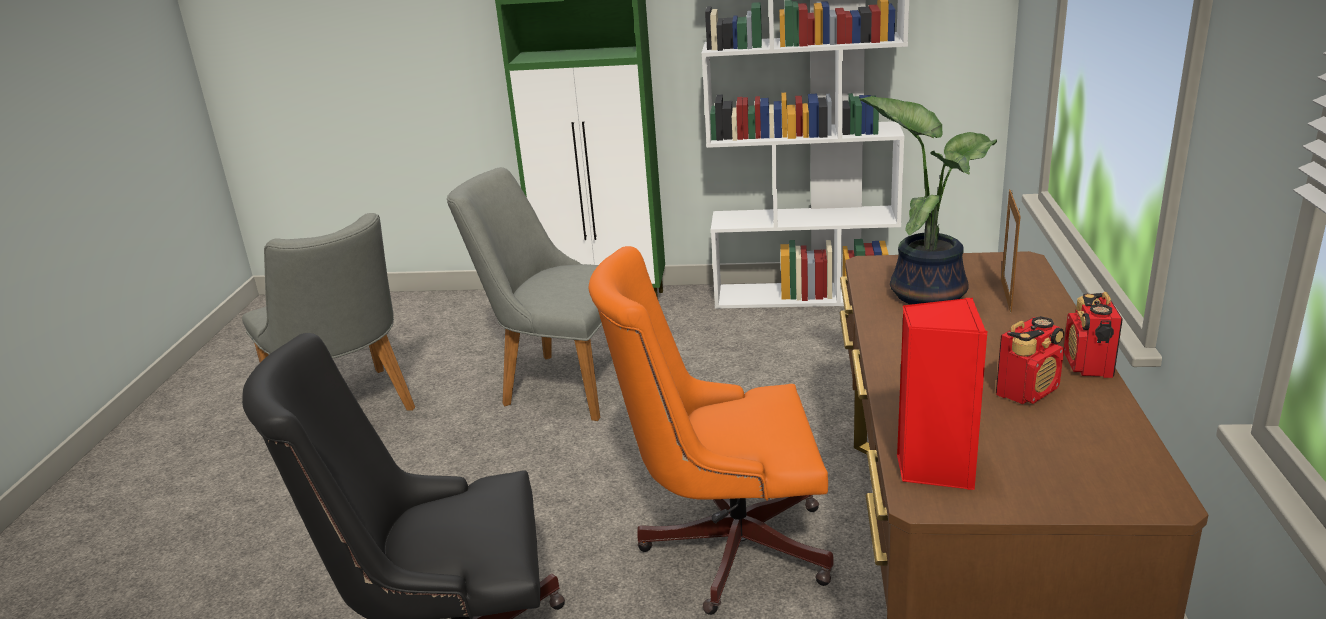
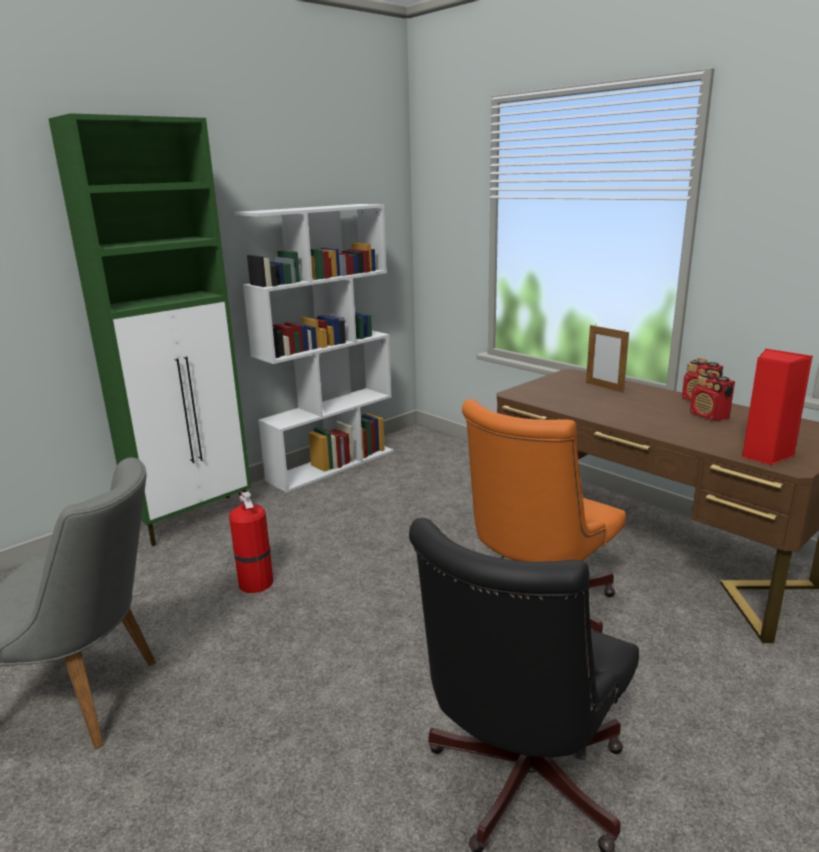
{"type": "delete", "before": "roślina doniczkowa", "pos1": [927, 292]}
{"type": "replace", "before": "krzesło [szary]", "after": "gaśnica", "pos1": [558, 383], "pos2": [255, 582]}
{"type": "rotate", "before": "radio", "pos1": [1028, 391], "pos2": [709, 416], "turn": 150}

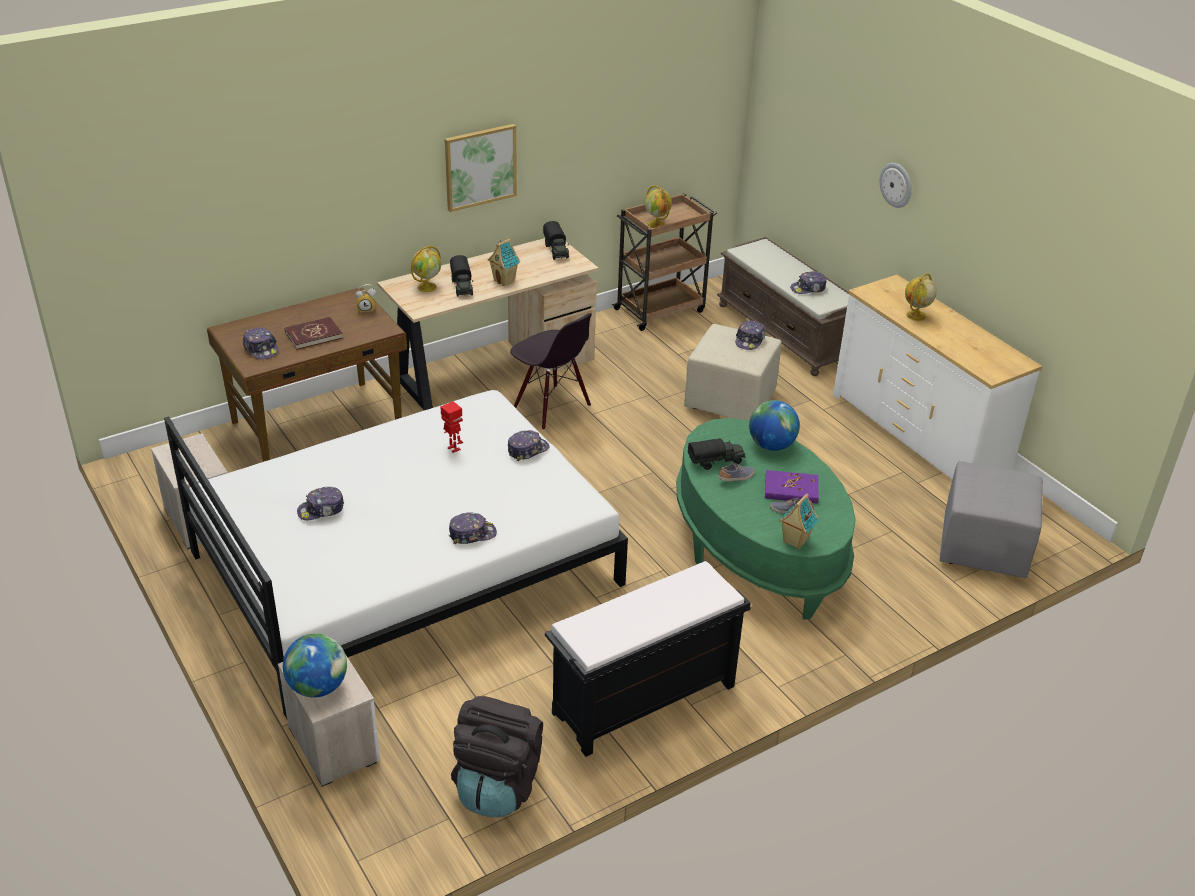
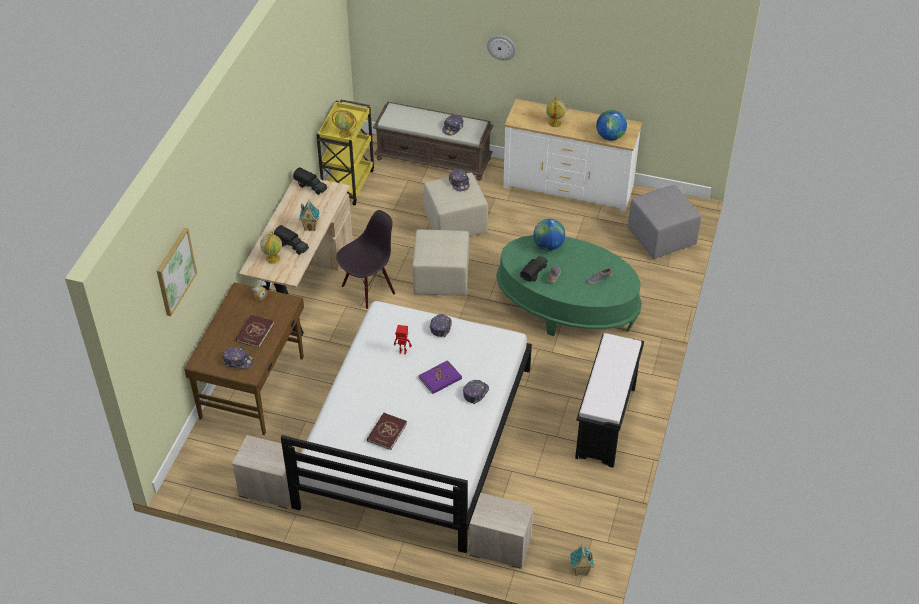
{"type": "move", "before": "obraz", "pos1": [480, 167], "pos2": [175, 271]}
{"type": "recolor", "before": "wózek [brązowy]", "after": "wózek [żółty]", "pos1": [660, 310], "pos2": [348, 183]}
{"type": "rotate", "before": "krzesło [czarny]", "pos1": [551, 407], "pos2": [368, 289], "turn": -45}
{"type": "move", "before": "książka [fioletowy]", "pos1": [791, 489], "pos2": [440, 378]}
{"type": "replace", "before": "czapka z daszkiem", "after": "książka [czerwony]", "pos1": [321, 510], "pos2": [387, 432]}
{"type": "move", "before": "domek", "pos1": [794, 541], "pos2": [580, 570]}
{"type": "move", "before": "globus", "pos1": [318, 687], "pos2": [610, 137]}
{"type": "delete", "before": "plecak [czarny]", "pos1": [498, 785]}
{"type": "insert", "after": "pufa [beżowy]", "pos2": [442, 279]}

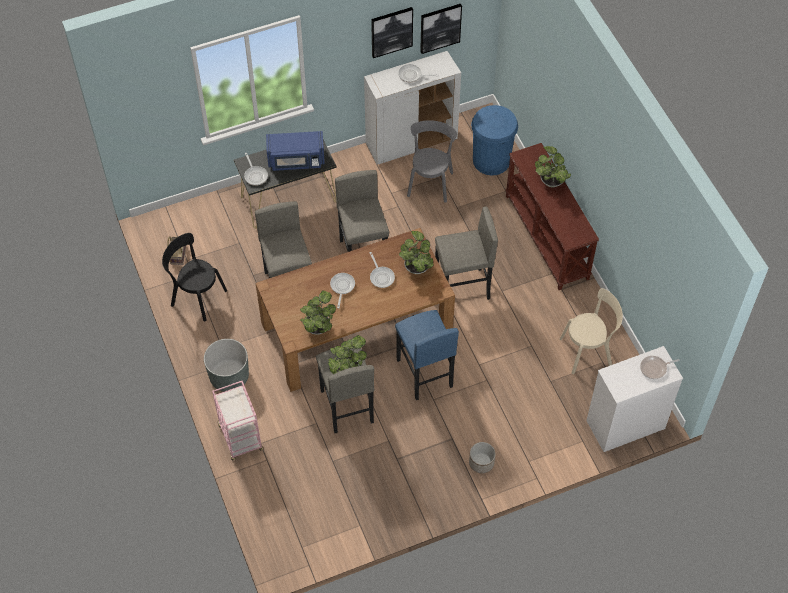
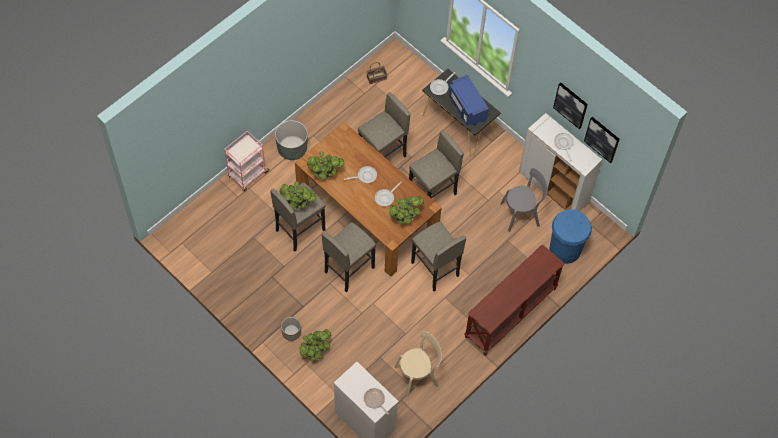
{"type": "move", "before": "roślina doniczkowa", "pos1": [551, 181], "pos2": [315, 351]}
{"type": "delete", "before": "krzesło [czarny]", "pos1": [196, 296]}
{"type": "rotate", "before": "krzesło [beżowy]", "pos1": [588, 351], "pos2": [418, 375], "turn": -75}
{"type": "recolor", "before": "stołek [niebieski]", "after": "stołek [szary]", "pos1": [424, 373], "pos2": [349, 269]}

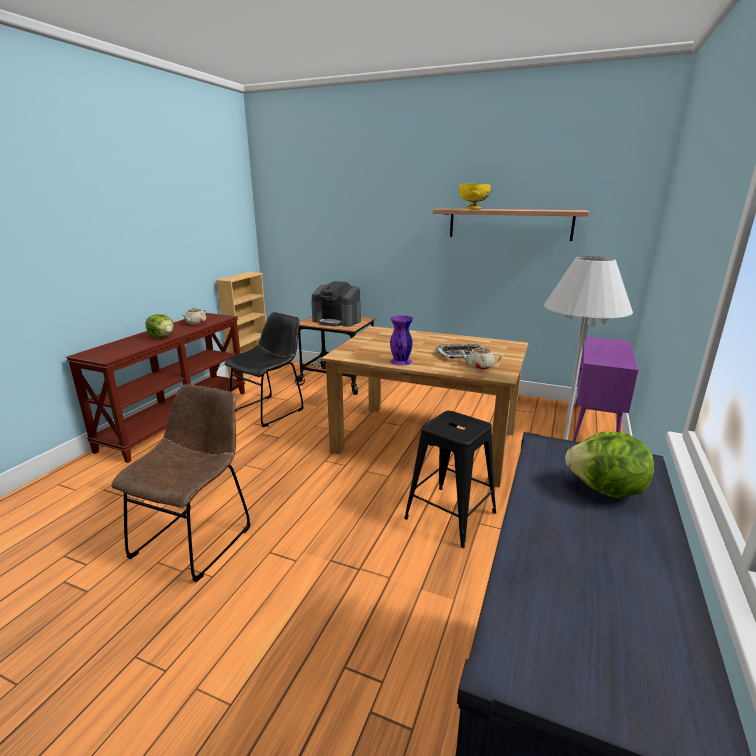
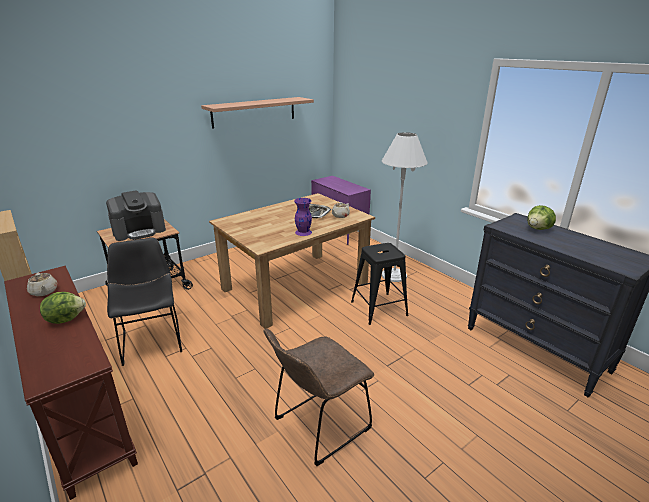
{"type": "delete", "before": "miska [żółty]", "pos1": [473, 209]}
{"type": "rotate", "before": "krzesło [brązowy]", "pos1": [196, 538], "pos2": [318, 426], "turn": -90}

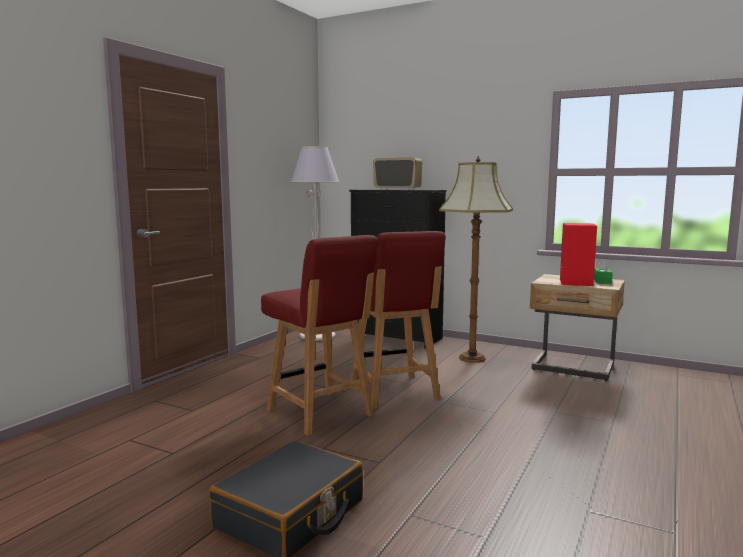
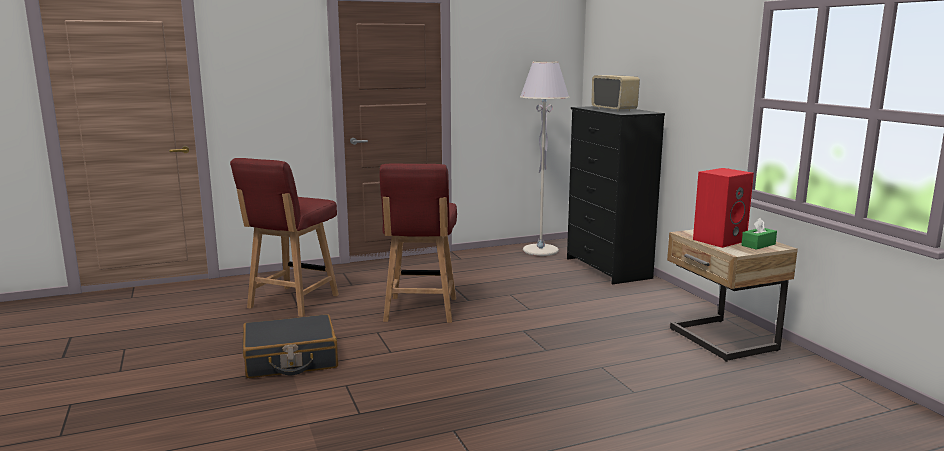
{"type": "delete", "before": "lampa stojąca", "pos1": [471, 358]}
{"type": "move", "before": "krzesło [czerwony]", "pos1": [394, 392], "pos2": [292, 302]}

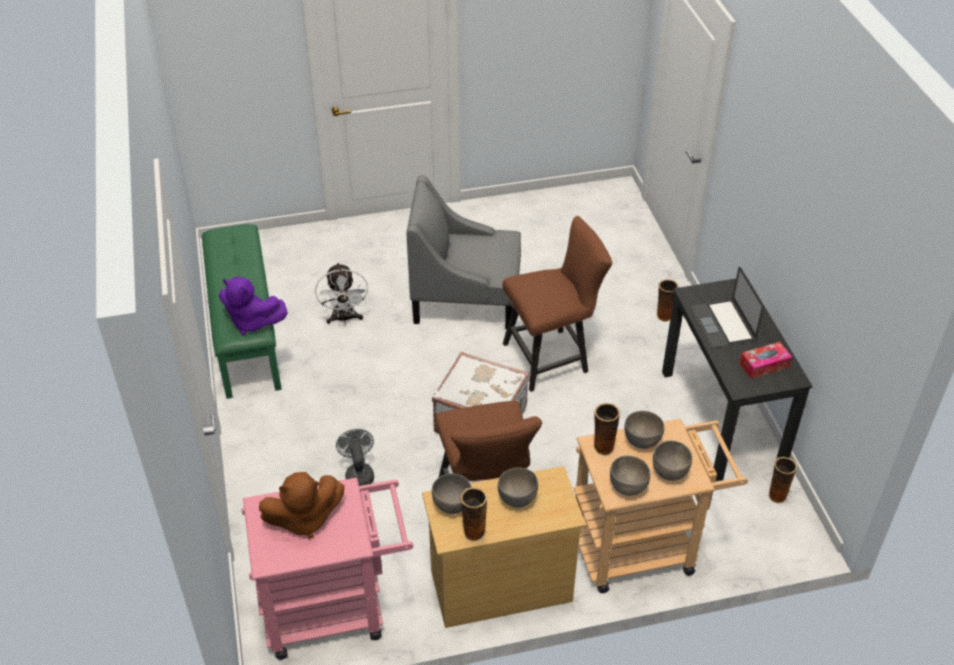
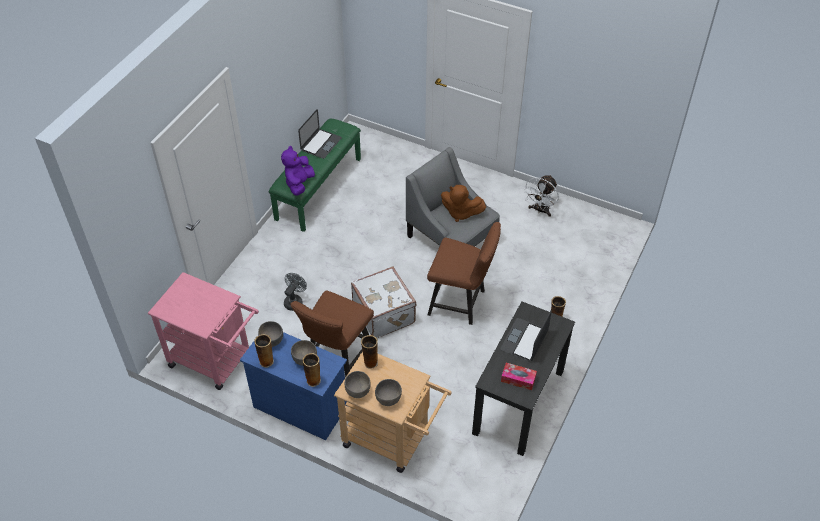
{"type": "move", "before": "wentylator [biały]", "pos1": [344, 318], "pos2": [540, 210]}
{"type": "rotate", "before": "pluszak [fioletowy]", "pos1": [252, 322], "pos2": [299, 184], "turn": 45}
{"type": "delete", "before": "miska [szary]", "pos1": [642, 441]}
{"type": "move", "before": "wazon", "pos1": [776, 495], "pos2": [313, 380]}
{"type": "recolor", "before": "komoda [beżowy]", "after": "komoda [niebieski]", "pos1": [500, 586], "pos2": [300, 406]}
{"type": "move", "before": "pluszak [brązowy]", "pos1": [304, 519], "pos2": [460, 213]}
{"type": "insert", "after": "laptop", "pos2": [321, 144]}

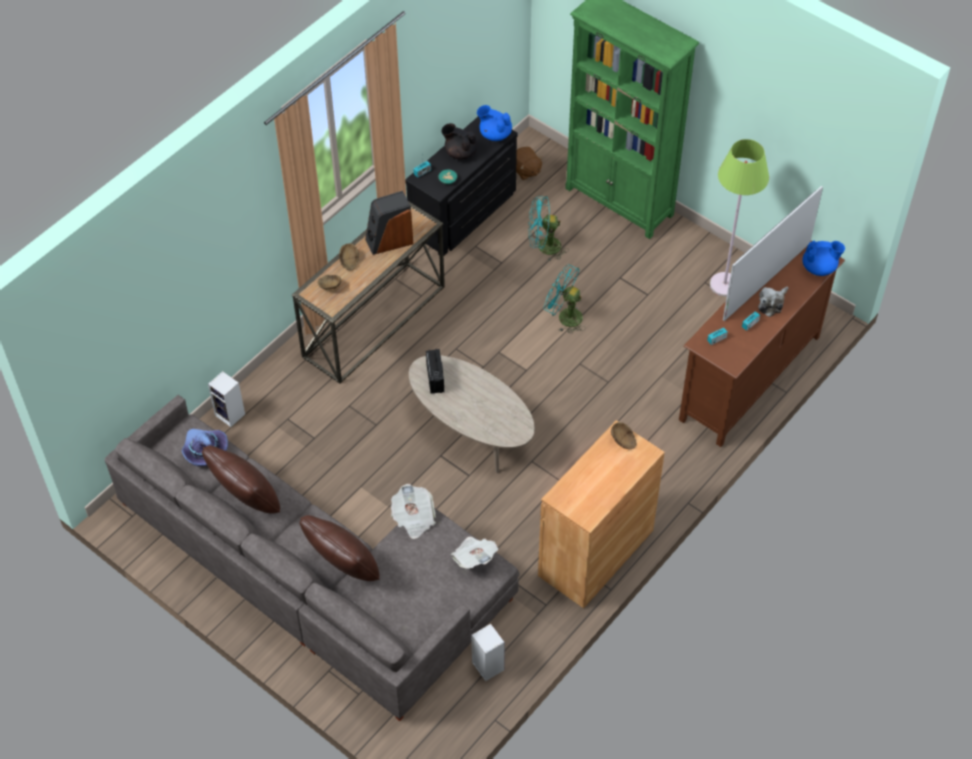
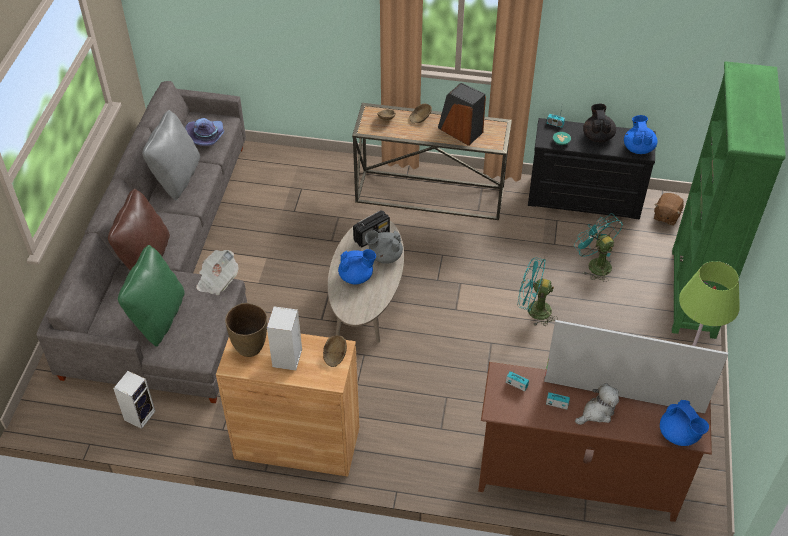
{"type": "rotate", "before": "wentylator [turkusowy]", "pos1": [564, 316], "pos2": [533, 310], "turn": -75}
{"type": "rotate", "before": "pluszak", "pos1": [772, 304], "pos2": [597, 412], "turn": 135}
{"type": "move", "before": "głośnik", "pos1": [231, 415], "pos2": [287, 359]}
{"type": "recolor", "before": "poduszka [brązowy]", "after": "poduszka [szary]", "pos1": [246, 499], "pos2": [177, 178]}
{"type": "delete", "before": "gazeta", "pos1": [474, 557]}
{"type": "insert", "after": "imbryk [szary]", "pos2": [385, 256]}
{"type": "insert", "after": "poduszka [zielony]", "pos2": [158, 318]}
{"type": "insert", "after": "imbryk [niebieski]", "pos2": [356, 277]}
{"type": "insert", "after": "wazon [brązowy]", "pos2": [250, 347]}

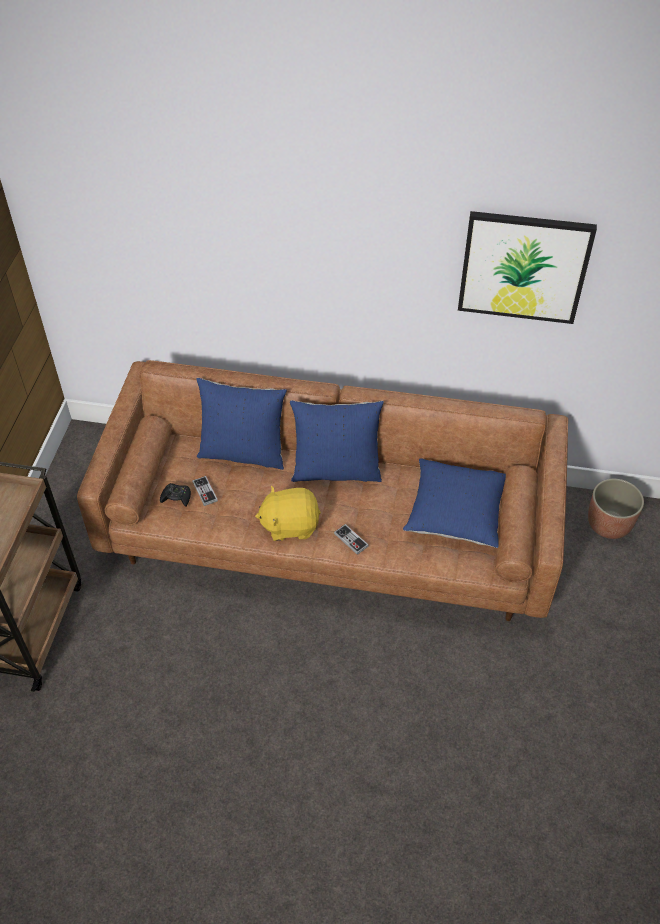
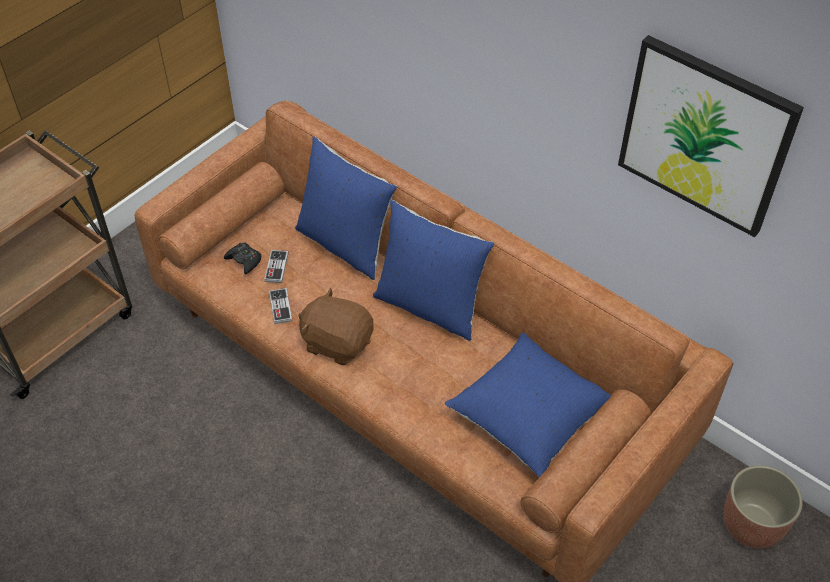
{"type": "recolor", "before": "pluszak [żółty]", "after": "pluszak [brązowy]", "pos1": [290, 525], "pos2": [337, 342]}
{"type": "move", "before": "pad do gier", "pos1": [351, 540], "pos2": [280, 307]}

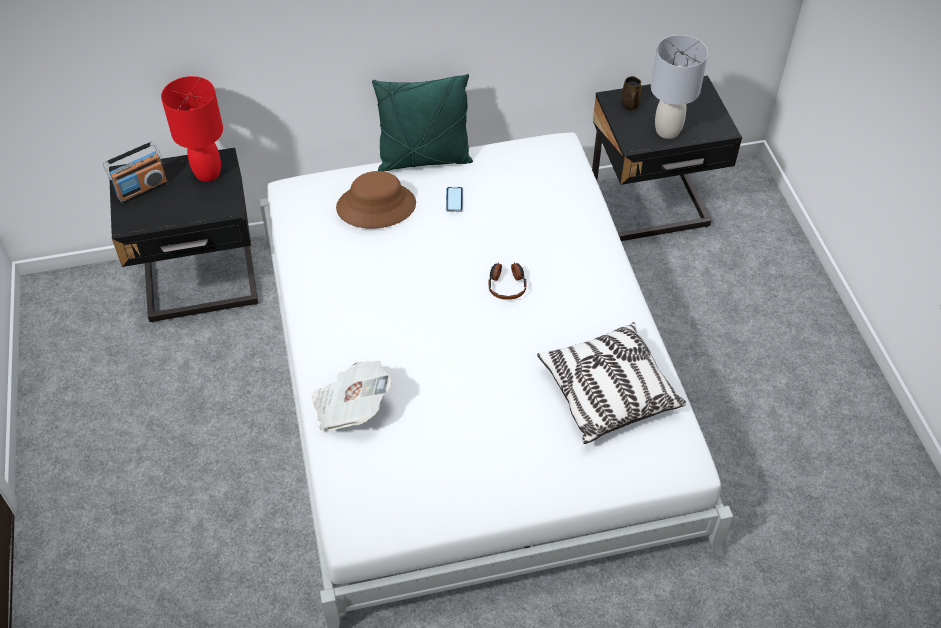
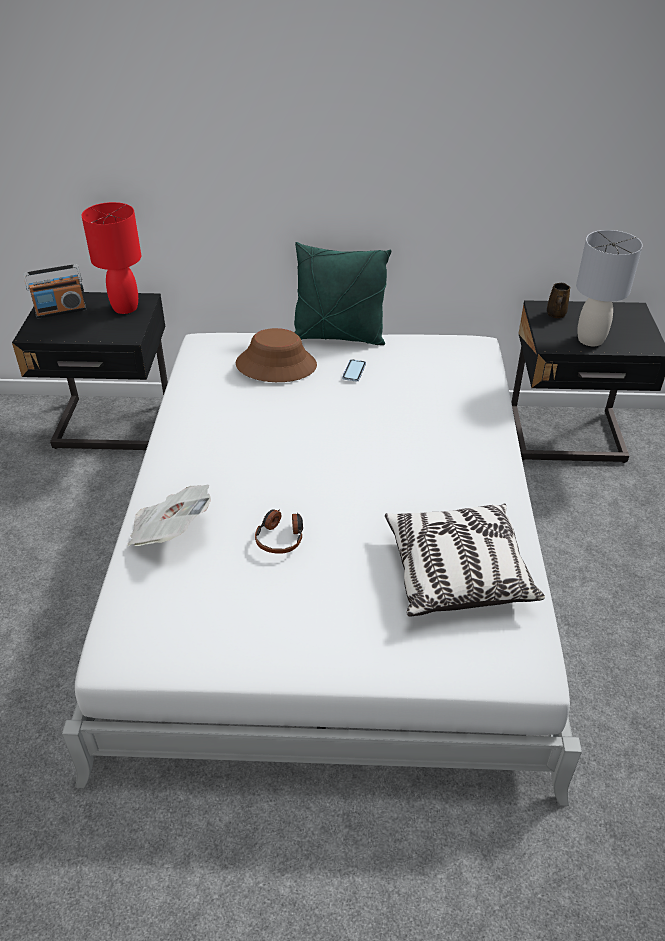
{"type": "move", "before": "słuchawki", "pos1": [507, 285], "pos2": [281, 537]}

